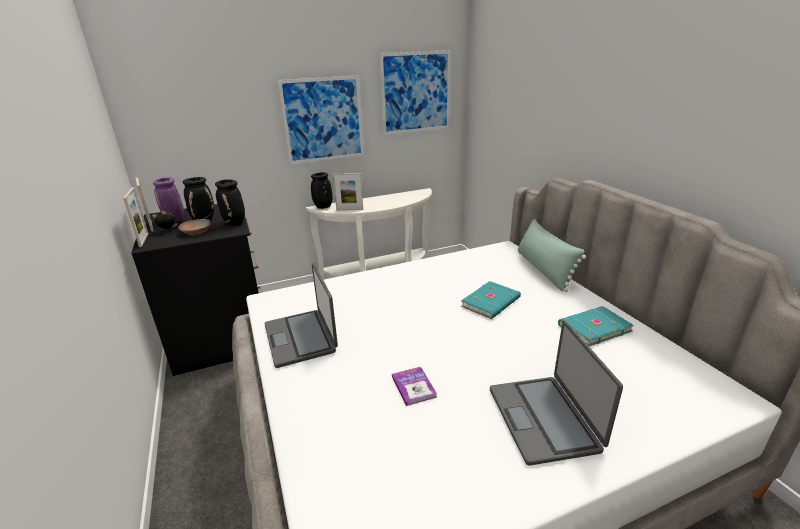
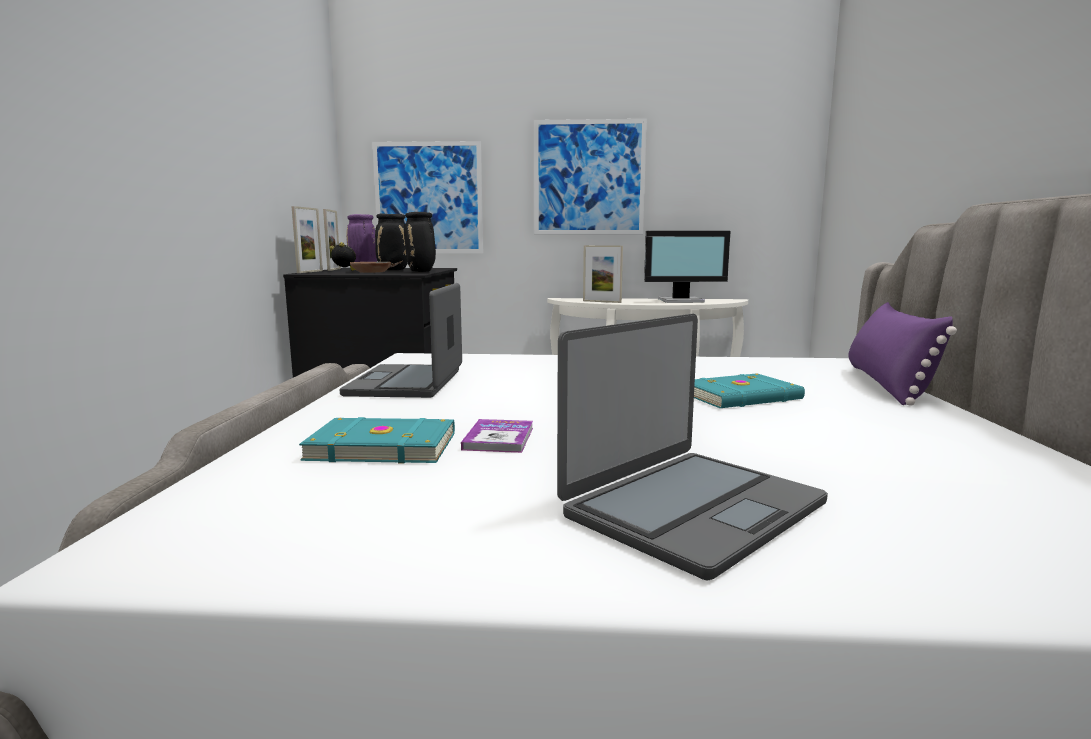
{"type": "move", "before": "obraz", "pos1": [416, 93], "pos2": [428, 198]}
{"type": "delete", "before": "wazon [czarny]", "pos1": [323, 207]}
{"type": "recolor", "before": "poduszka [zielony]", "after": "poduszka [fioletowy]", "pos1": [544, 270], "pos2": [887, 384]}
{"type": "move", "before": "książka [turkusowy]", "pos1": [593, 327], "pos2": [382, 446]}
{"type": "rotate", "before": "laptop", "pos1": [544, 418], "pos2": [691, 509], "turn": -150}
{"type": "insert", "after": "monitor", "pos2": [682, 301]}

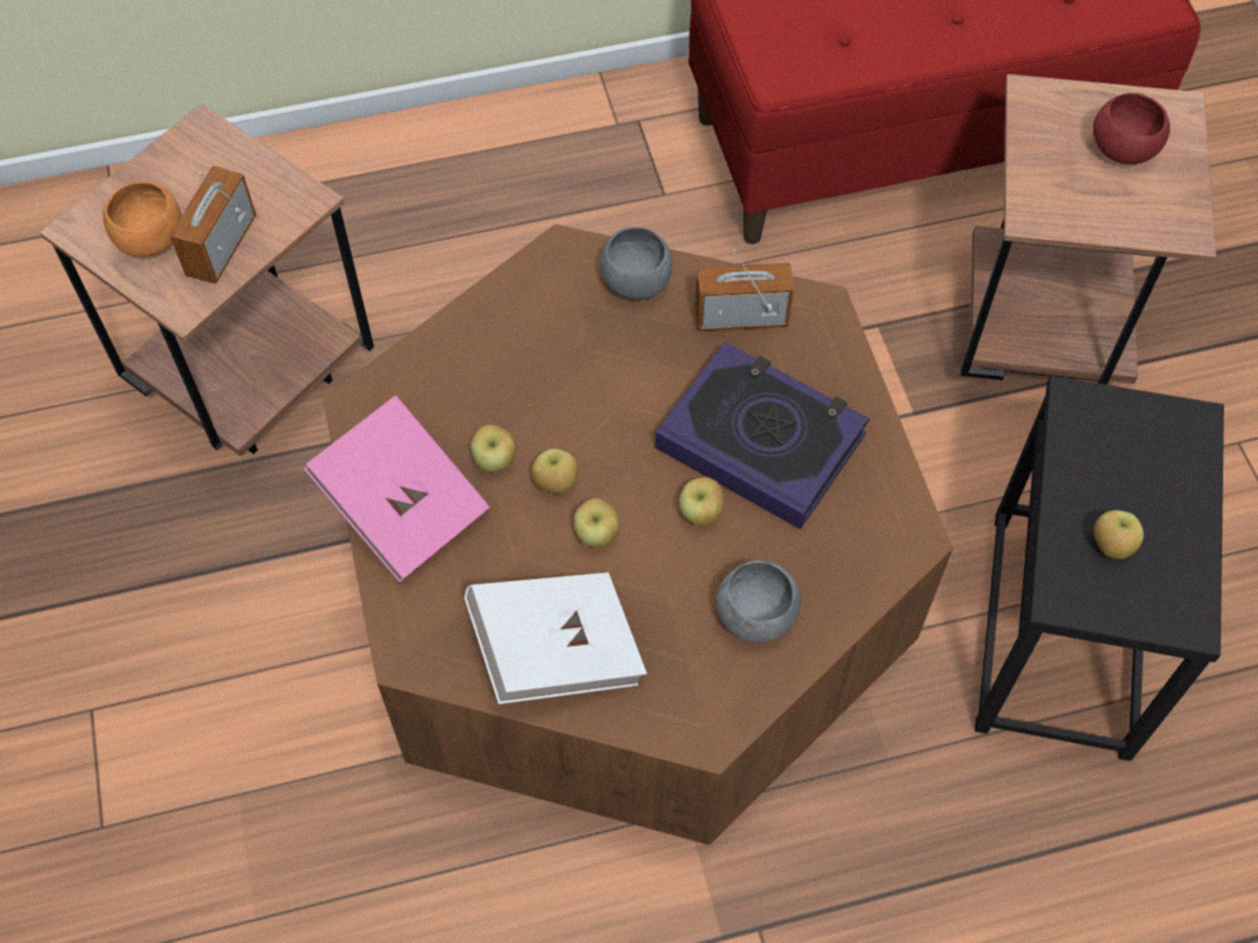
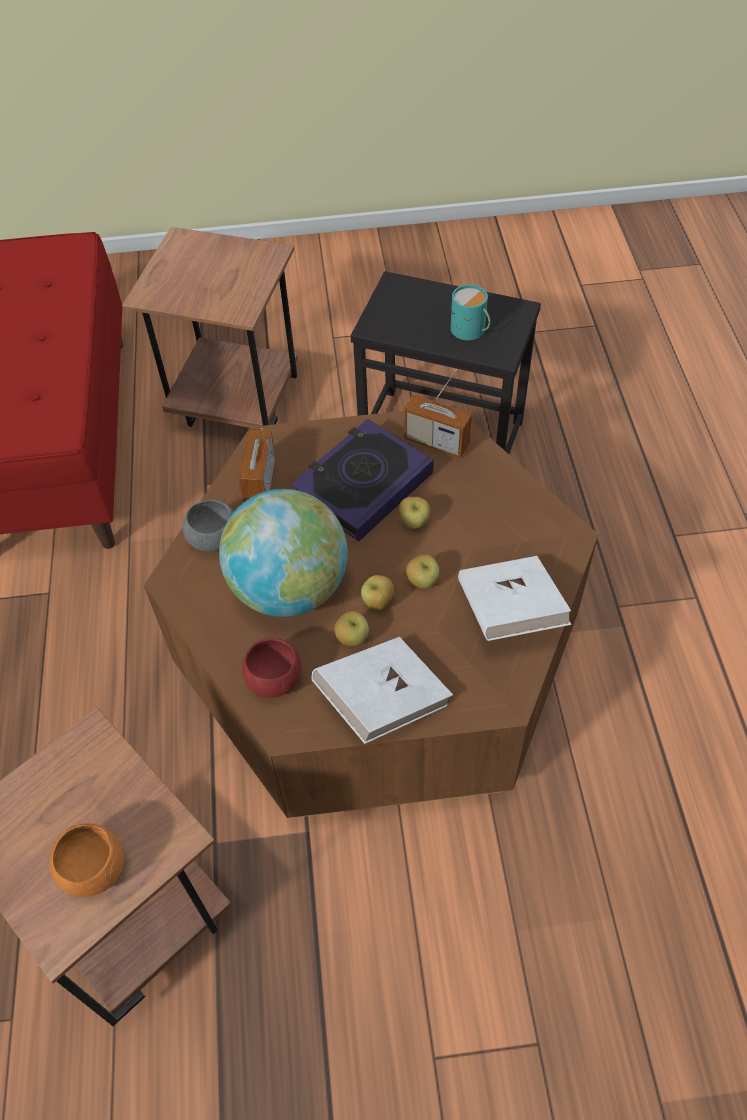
{"type": "move", "before": "miska [czerwony]", "pos1": [1123, 150], "pos2": [274, 679]}
{"type": "move", "before": "radio", "pos1": [221, 246], "pos2": [436, 441]}
{"type": "recolor", "before": "książka [różowy]", "after": "książka [biały]", "pos1": [403, 507], "pos2": [382, 701]}
{"type": "replace", "before": "jabłko", "after": "kubek [turkusowy]", "pos1": [1110, 546], "pos2": [470, 330]}
{"type": "delete", "before": "miska [szary]", "pos1": [756, 616]}
{"type": "insert", "after": "globus", "pos2": [289, 588]}

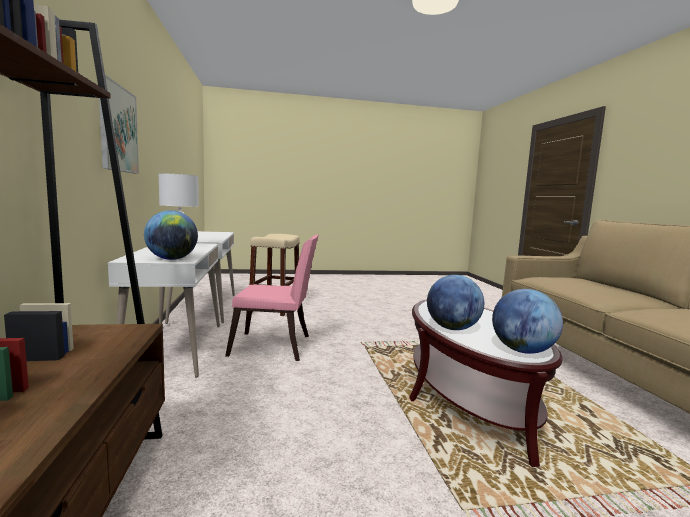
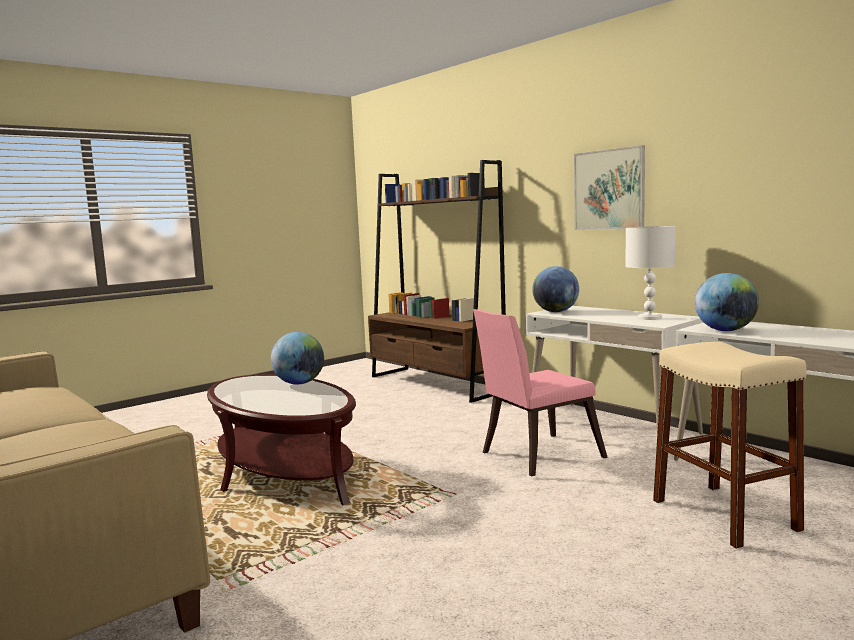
{"type": "move", "before": "globus", "pos1": [522, 351], "pos2": [725, 330]}

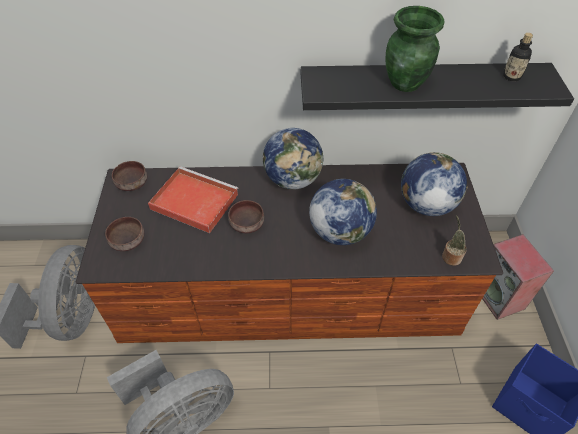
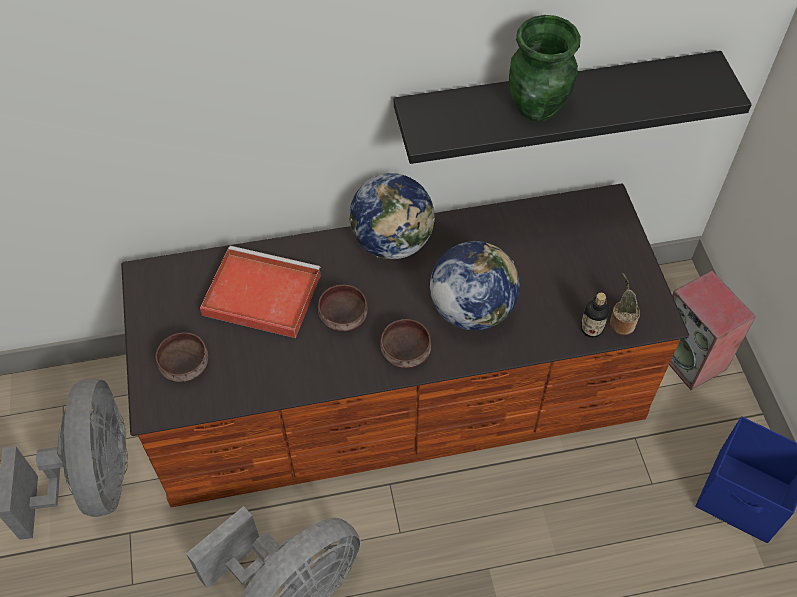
{"type": "move", "before": "butelka", "pos1": [511, 76], "pos2": [591, 329]}
{"type": "delete", "before": "globus", "pos1": [426, 204]}
{"type": "move", "before": "miska [brązowy]", "pos1": [132, 183], "pos2": [406, 352]}

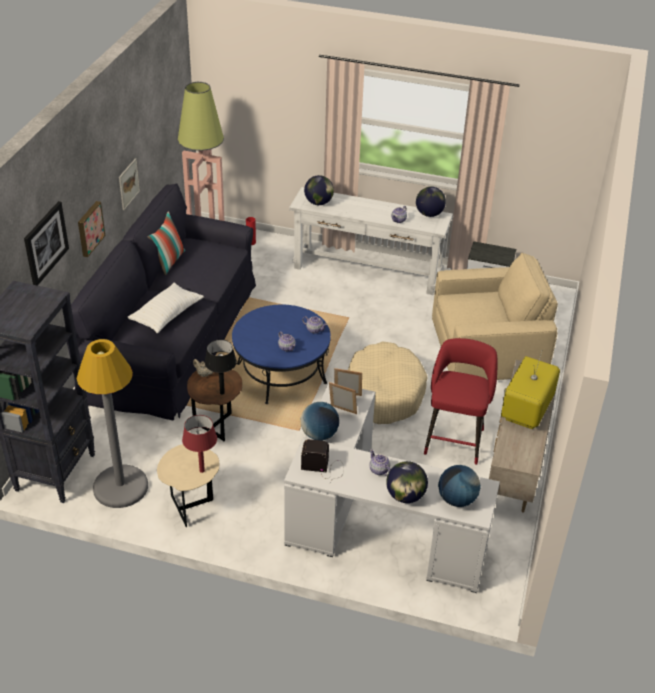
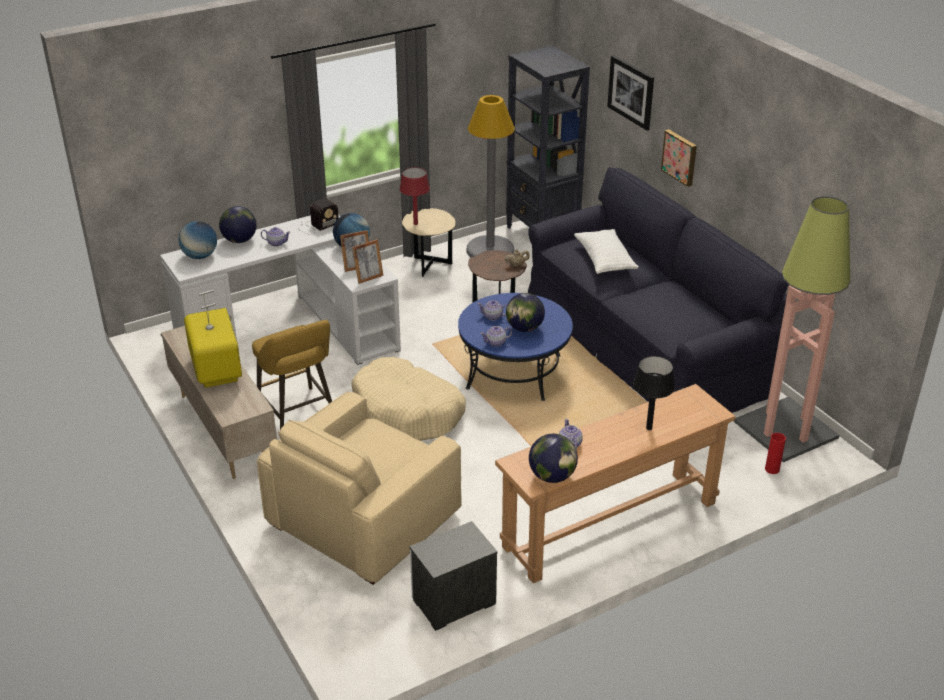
{"type": "delete", "before": "obraz", "pos1": [128, 184]}
{"type": "move", "before": "globus", "pos1": [318, 203], "pos2": [524, 328]}
{"type": "recolor", "before": "stolik konsolowy [biały]", "after": "stolik konsolowy [brązowy]", "pos1": [367, 271], "pos2": [610, 524]}
{"type": "delete", "before": "poduszka", "pos1": [168, 261]}
{"type": "recolor", "before": "stołek [czerwony]", "after": "stołek [żółty]", "pos1": [454, 439], "pos2": [299, 415]}
{"type": "move", "before": "lampa stołowa [czarny]", "pos1": [222, 393], "pos2": [649, 428]}

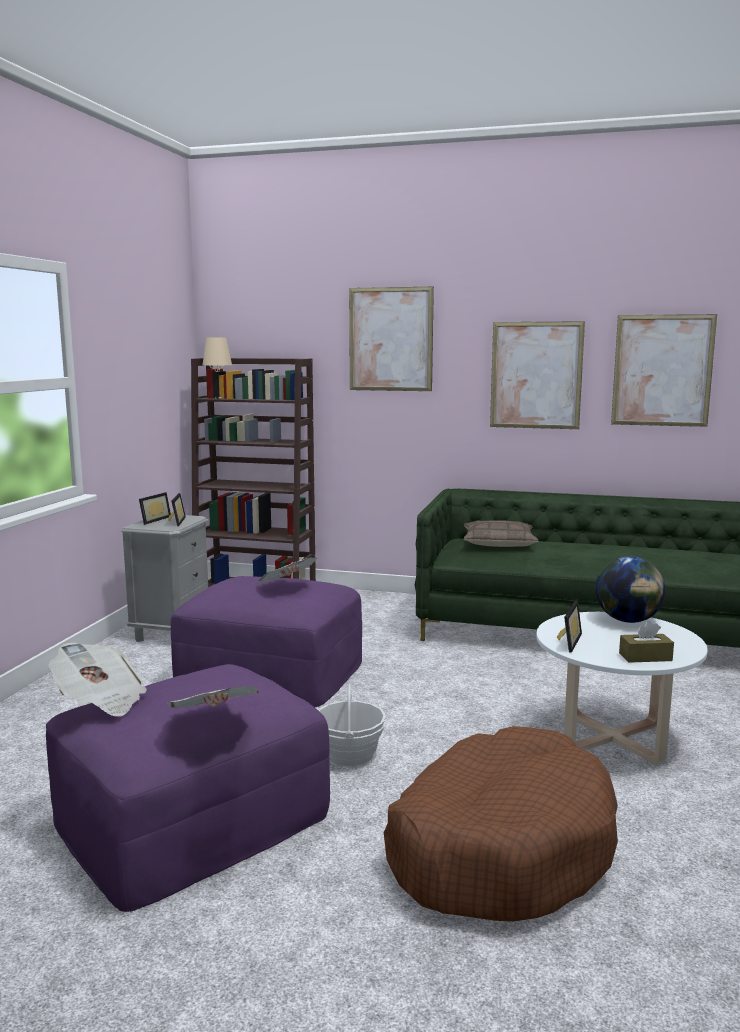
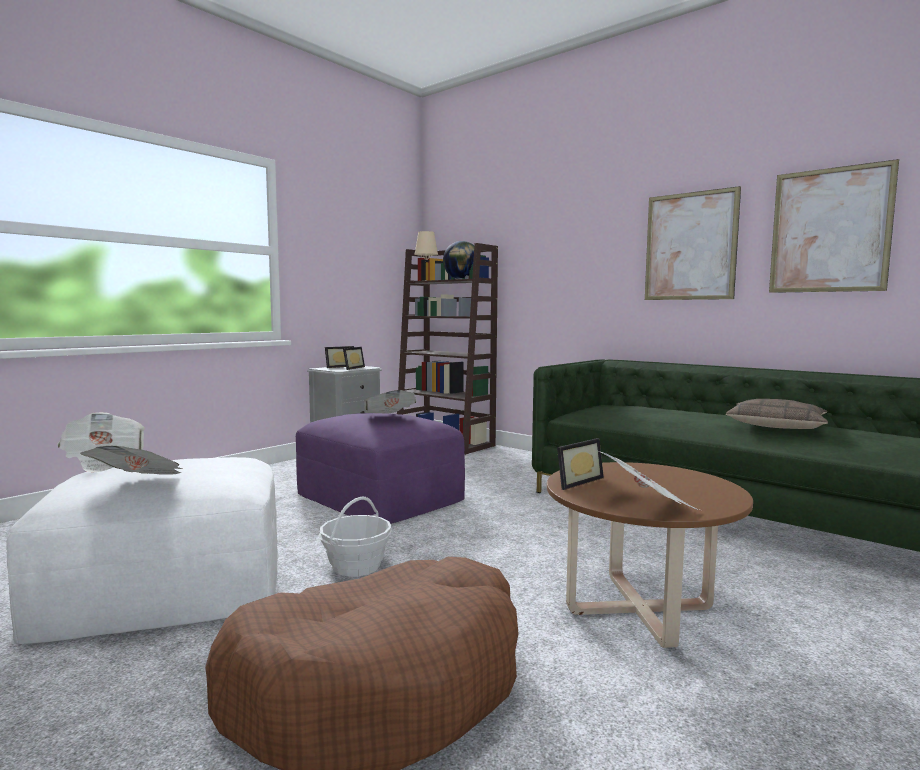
{"type": "delete", "before": "obraz", "pos1": [390, 339]}
{"type": "move", "before": "poduszka", "pos1": [499, 543], "pos2": [776, 425]}
{"type": "move", "before": "globus", "pos1": [628, 620], "pos2": [462, 279]}
{"type": "recolor", "before": "ława [biały]", "after": "ława [brązowy]", "pos1": [612, 737], "pos2": [639, 609]}
{"type": "replace", "before": "pudełko chusteczek [brązowy]", "after": "gazeta", "pos1": [645, 657], "pos2": [646, 506]}
{"type": "recolor", "before": "pufa [fioletowy]", "after": "pufa [biały]", "pos1": [191, 818], "pos2": [168, 586]}

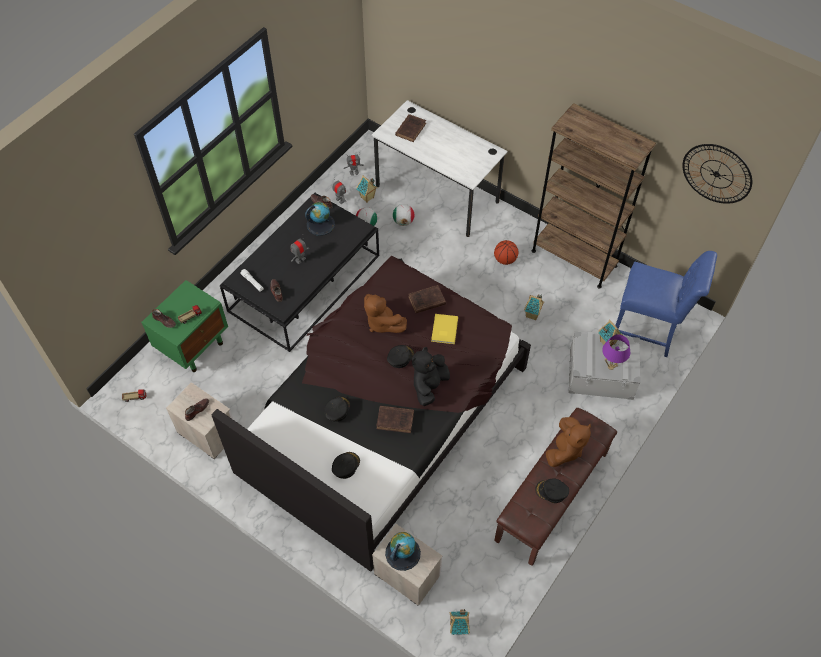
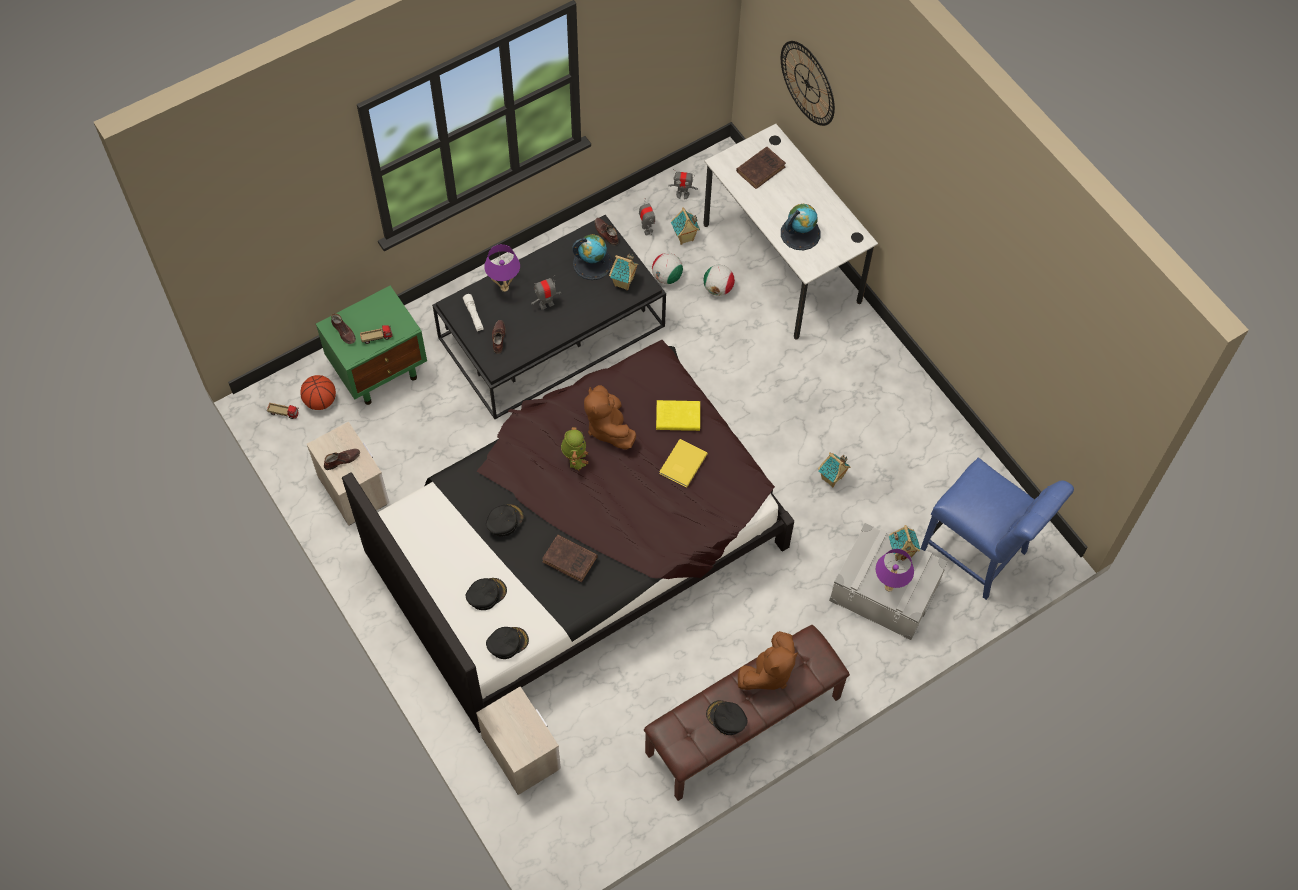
{"type": "delete", "before": "regał [brązowy]", "pos1": [574, 258]}
{"type": "move", "before": "zegar ścienny", "pos1": [716, 174], "pos2": [807, 83]}
{"type": "move", "before": "piłka do koszykówki", "pos1": [505, 259], "pos2": [320, 401]}
{"type": "recolor", "before": "książka [brązowy]", "after": "książka [żółty]", "pos1": [425, 301], "pos2": [676, 417]}
{"type": "move", "before": "czapka z daszkiem [czarny]", "pos1": [400, 357], "pos2": [507, 643]}
{"type": "delete", "before": "pluszak [czarny]", "pos1": [429, 386]}
{"type": "move", "before": "globus", "pos1": [402, 553], "pos2": [800, 233]}
{"type": "move", "before": "domek", "pos1": [459, 628], "pos2": [624, 283]}
{"type": "insert", "after": "lampa stołowa [fioletowy]", "pos2": [504, 288]}
{"type": "insert", "after": "robot zabawkowy", "pos2": [575, 458]}

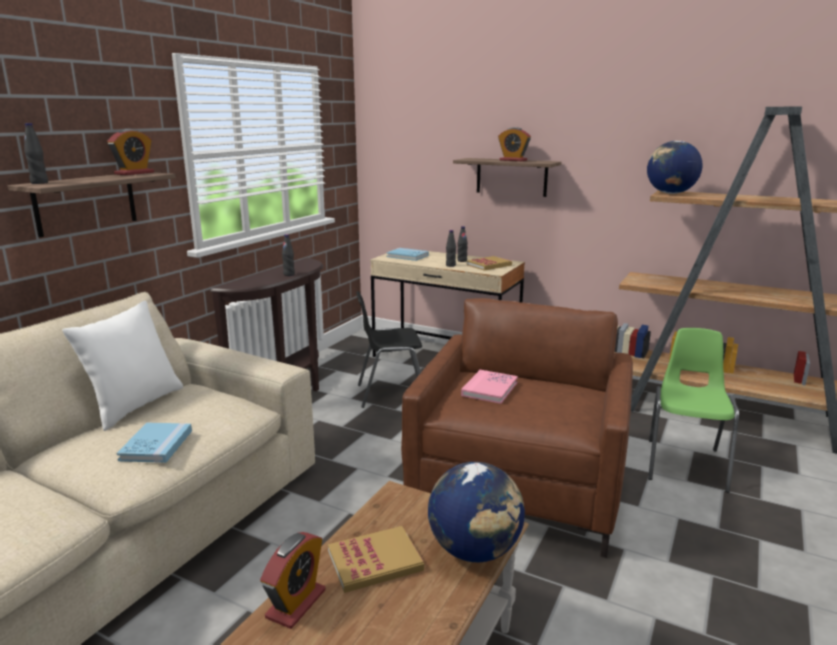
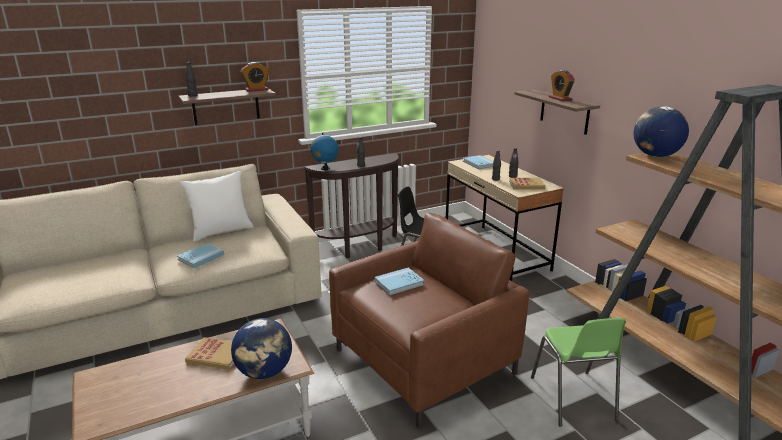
{"type": "rotate", "before": "krzesło [zielony]", "pos1": [685, 464], "pos2": [573, 399], "turn": 120}
{"type": "recolor", "before": "książka [różowy]", "after": "książka [niebieski]", "pos1": [489, 389], "pos2": [399, 283]}
{"type": "delete", "before": "budzik", "pos1": [296, 604]}
{"type": "insert", "after": "globus", "pos2": [325, 168]}

